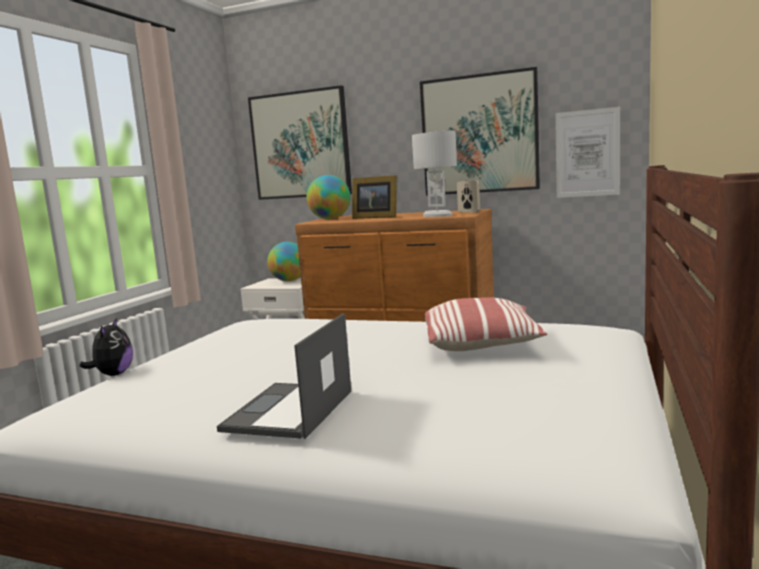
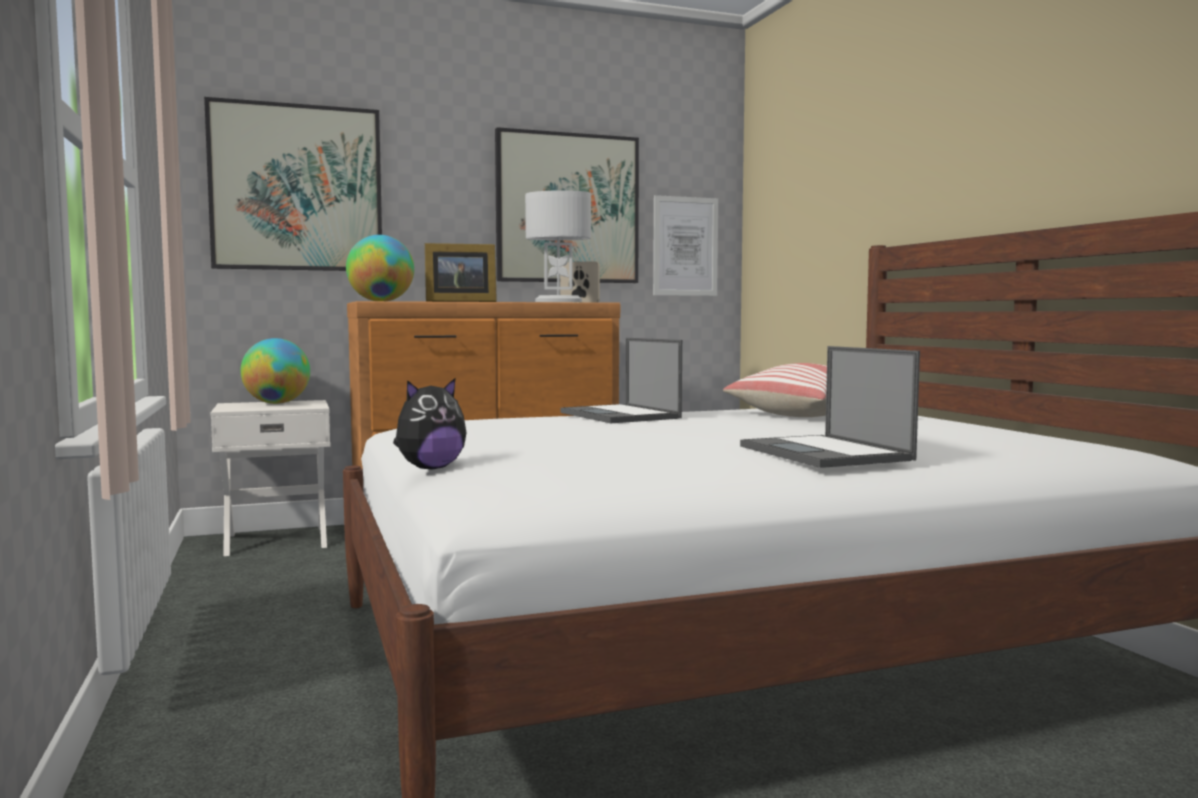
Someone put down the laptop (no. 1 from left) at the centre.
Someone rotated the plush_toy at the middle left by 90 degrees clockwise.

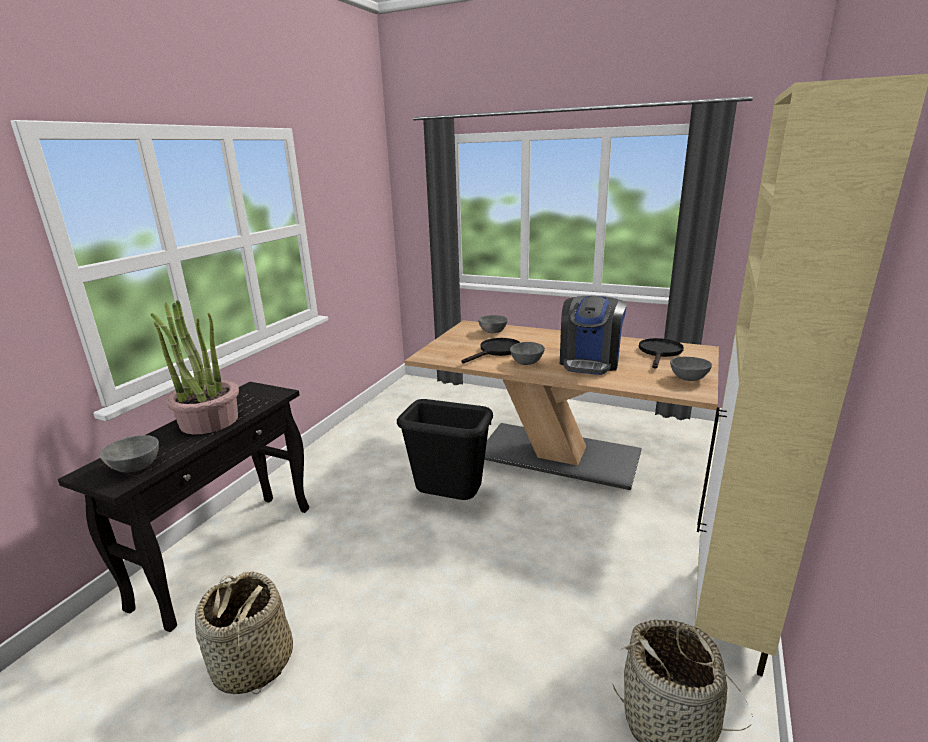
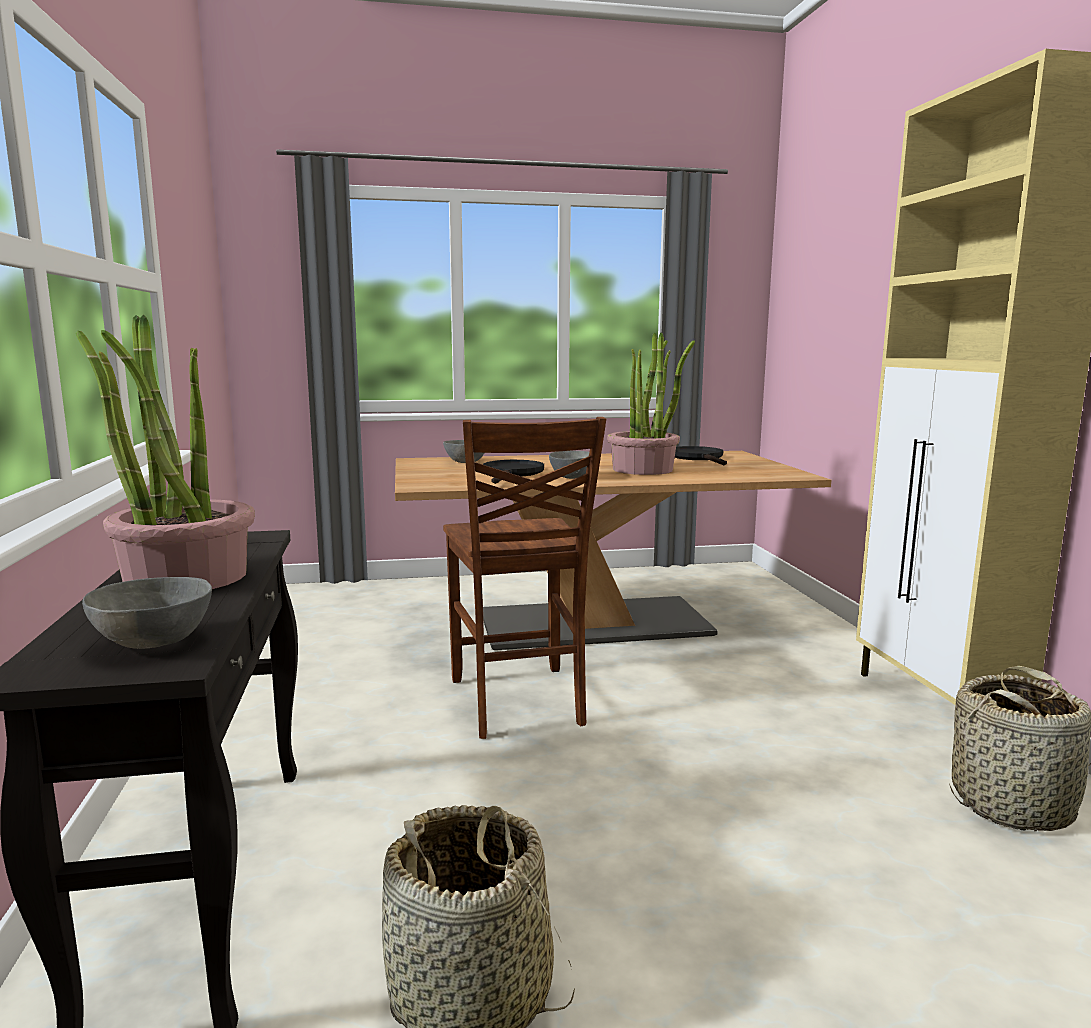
Someone took away the grey_bowl (no. 4 from left) at the middle right.
Someone swapped the black_trash_can at the centre for the brown_chair at the centre.
Someone swapped the coffee_machine at the centre for the potted_plant (no. 2 from left) at the centre.

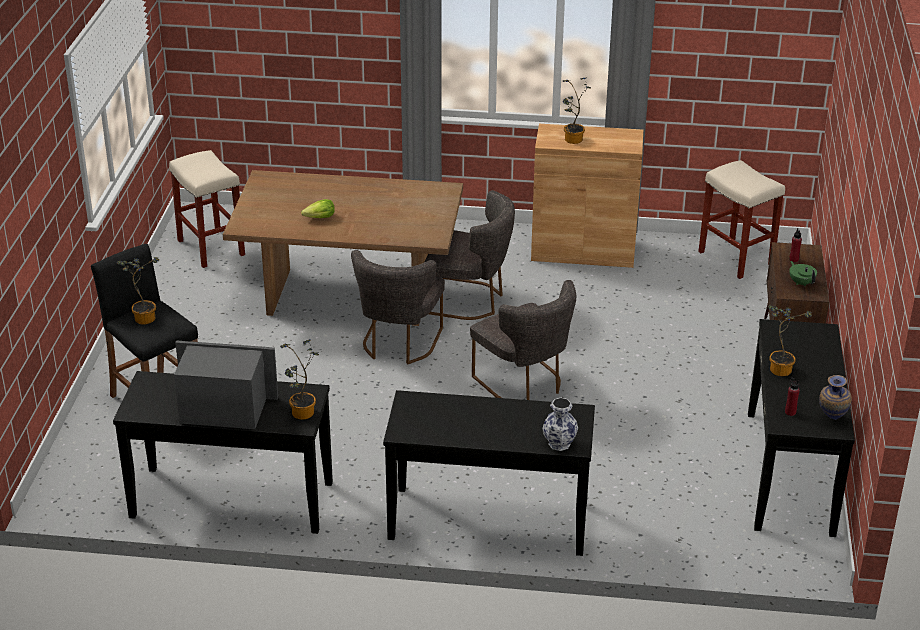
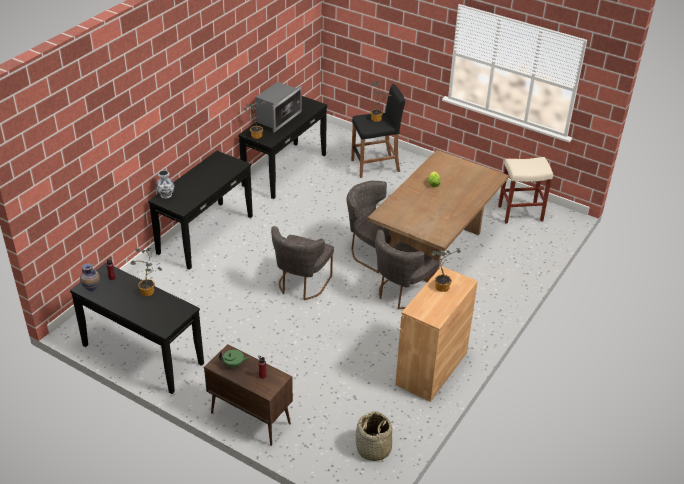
Someone swapped the beige_stool (no. 2 from left) at the middle right for the basket at the bottom centre.
Someone rotated the grey_chair (no. 3 from left in the first image) at the centre by 60 degrees counterclockwise.

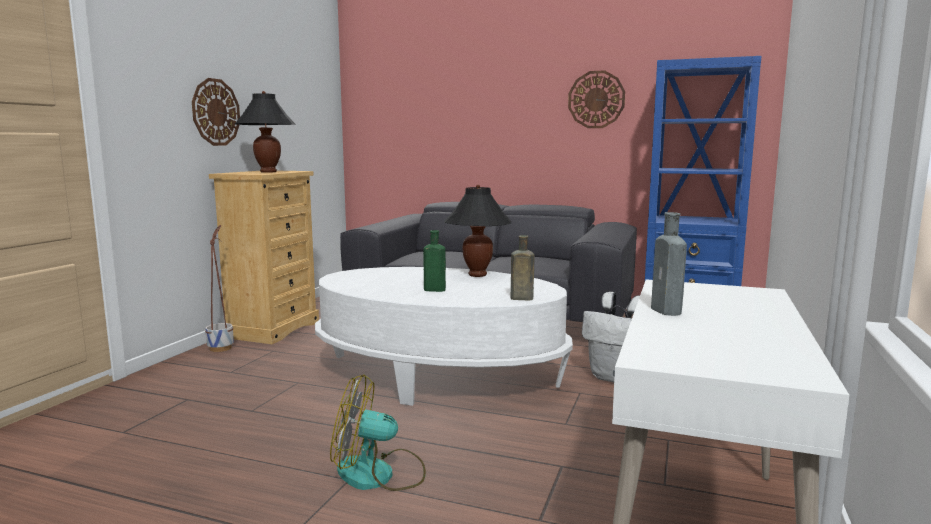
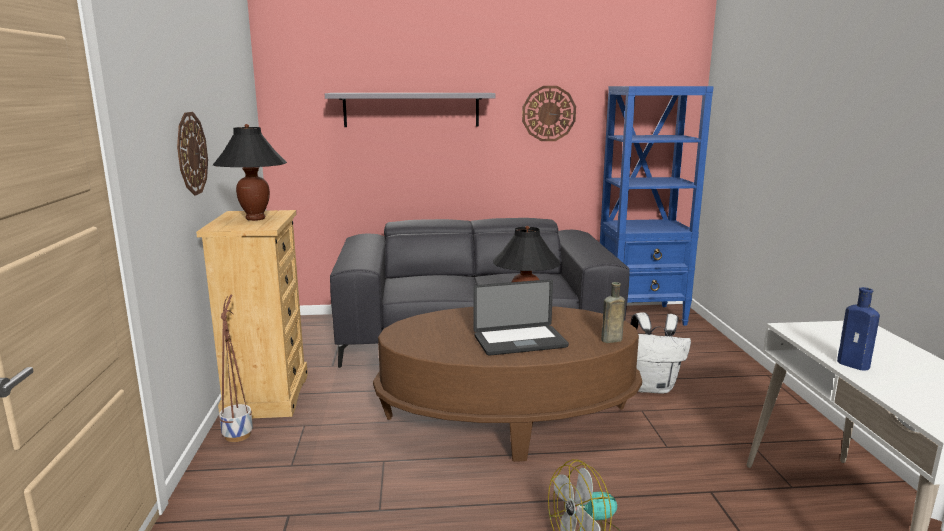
Someone put up the grey_shelf at the top centre.
Someone swapped the green_bottle at the centre for the laptop at the centre.
Someone repainted the white_coffee_table at the centre, which became the brown_coffee_table at the bottom centre.
Someone repainted the grey_bottle at the middle right, which became the blue_bottle at the middle right.

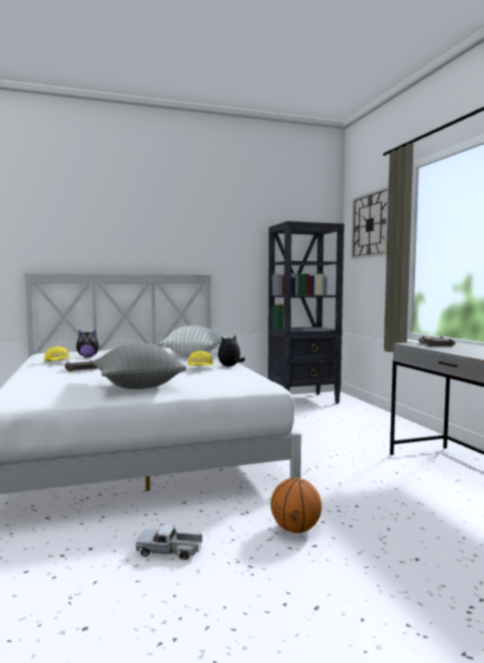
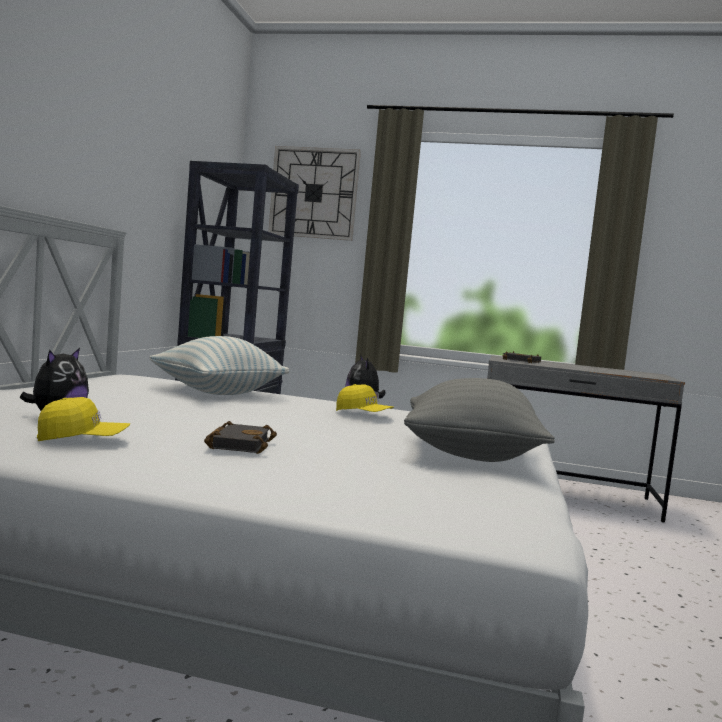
Someone took away the toy_truck at the bottom centre.
Someone took away the basketball at the bottom centre.

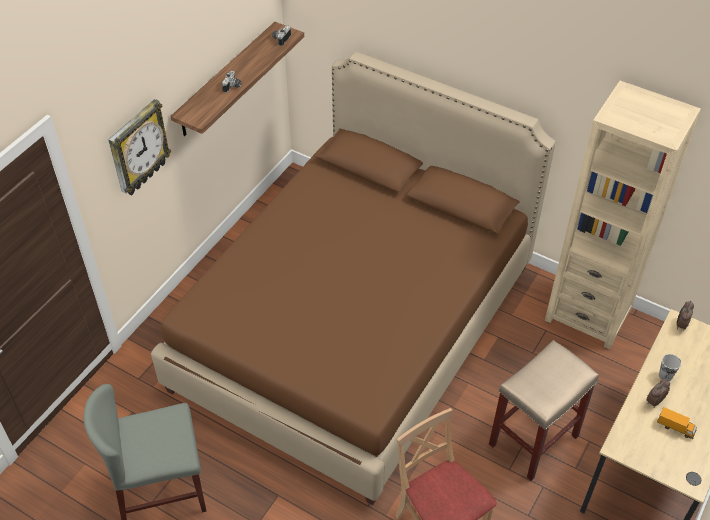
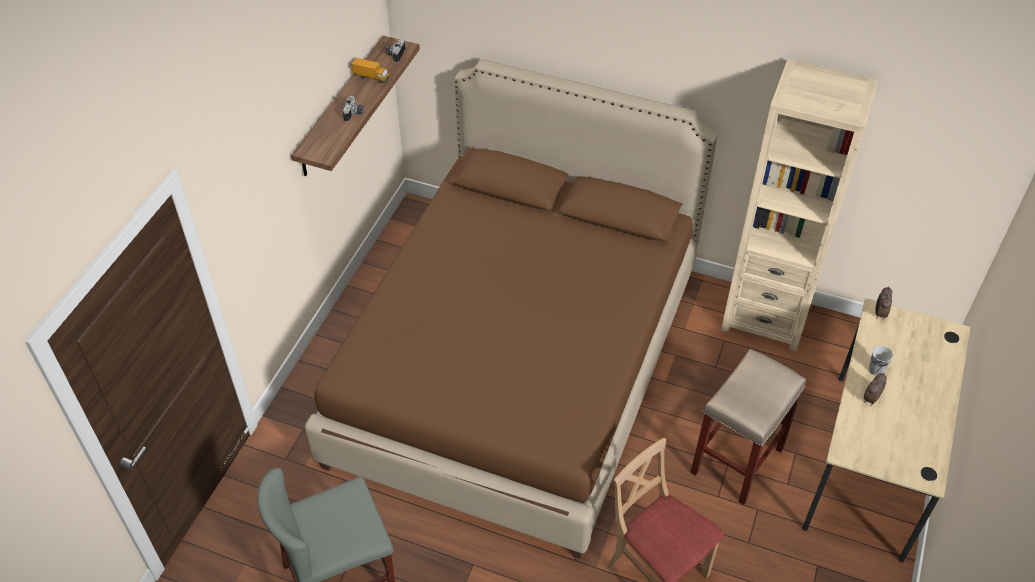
Someone took away the wall_clock at the top left.
Someone carried the toy_truck from the bottom right to the top centre.

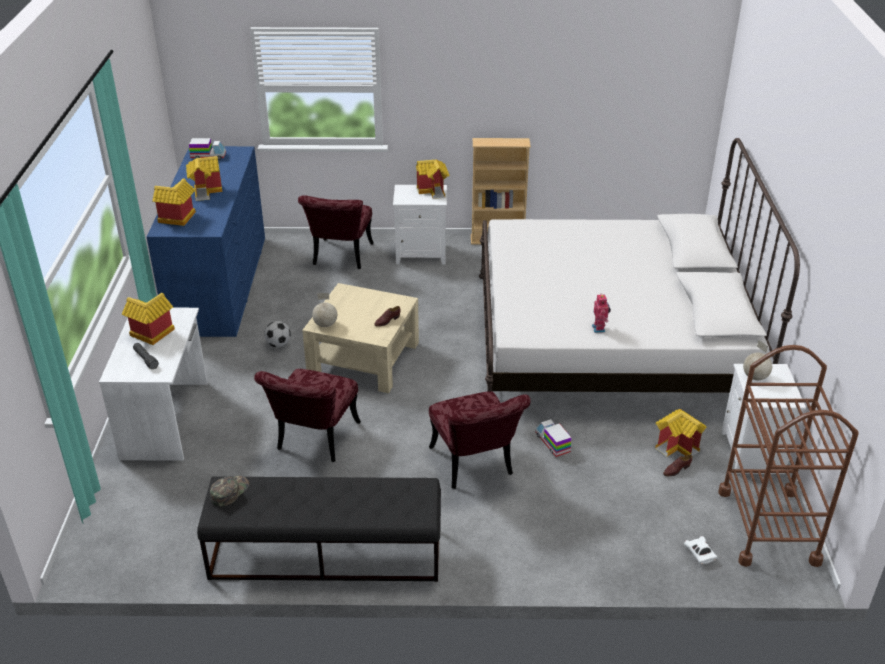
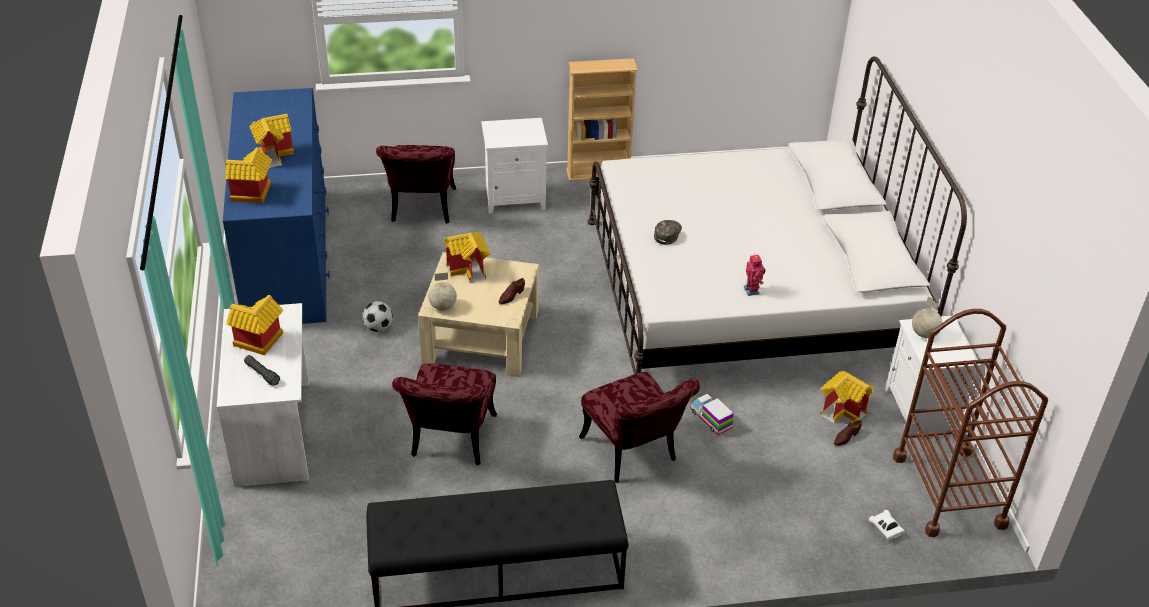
Someone took away the toy_truck (no. 1 from left) at the top left.
Someone carried the green_cap from the bottom left to the centre.
Someone carried the toy_house (no. 4 from left) from the top centre to the centre.

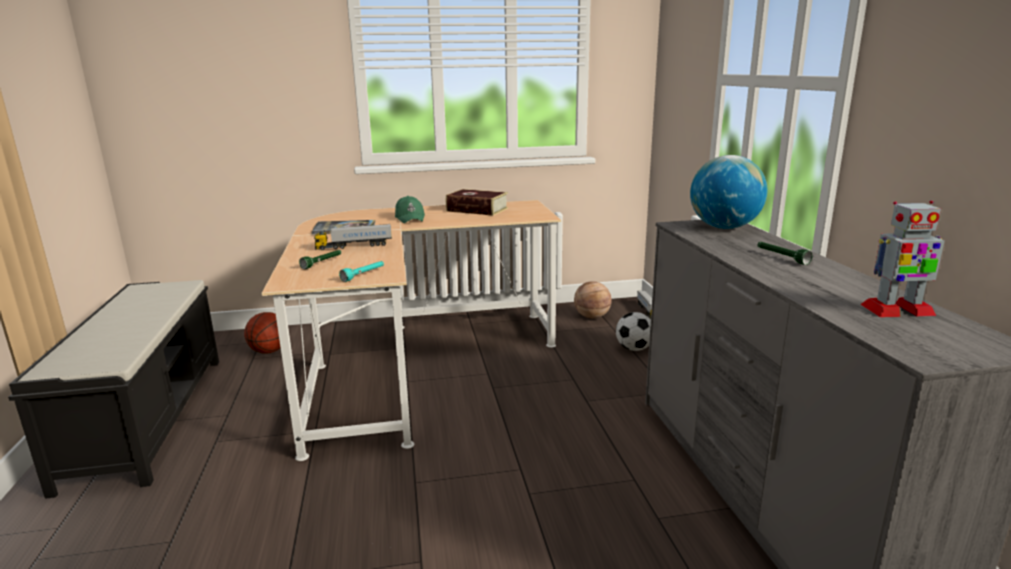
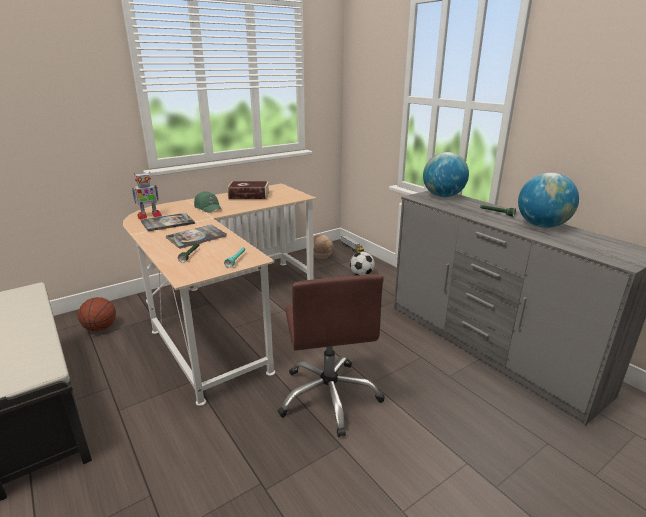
Someone put down the brown_office_chair at the bottom centre.
Someone put down the globe (no. 2 from left) at the middle right.
Someone carried the toy_robot from the middle right to the middle left.
Someone swapped the toy_truck (no. 1 from left) at the centre for the book (no. 2 from left) at the middle left.

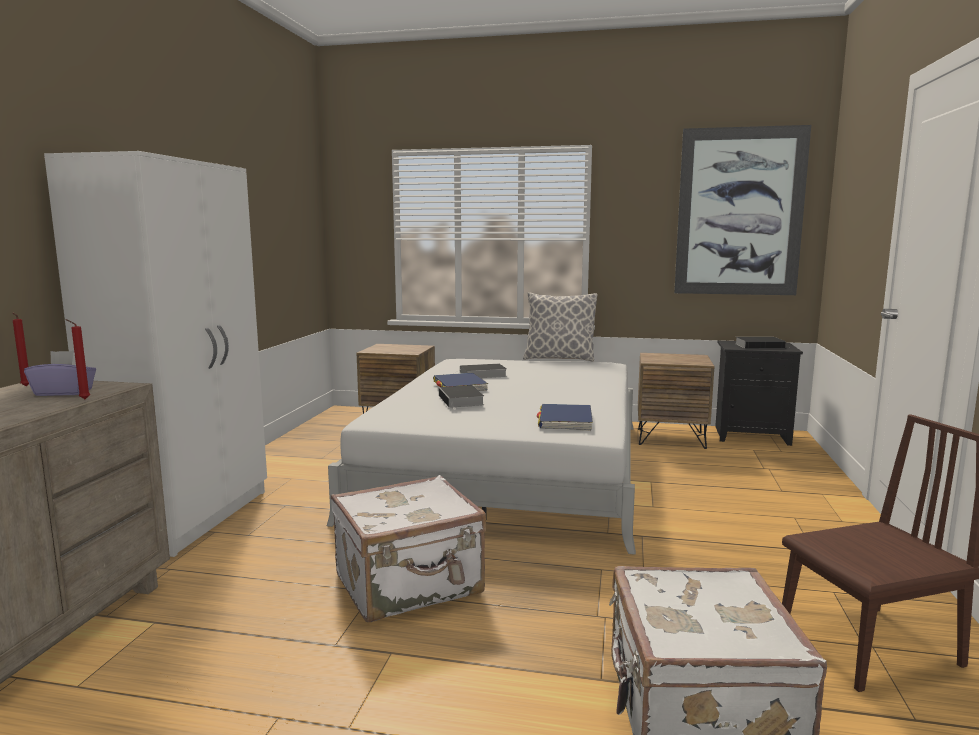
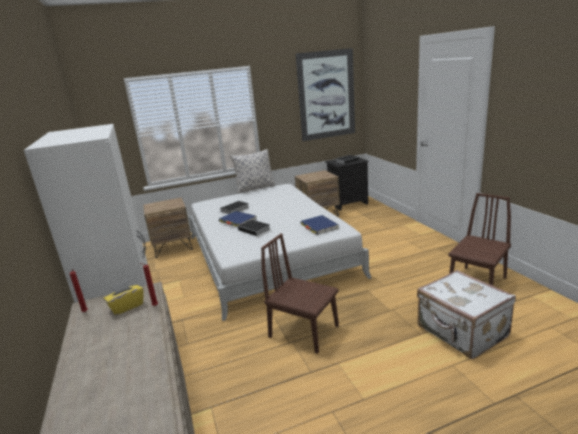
Someone swapped the white_suitcase (no. 1 from left) at the bottom centre for the brown_chair (no. 1 from left) at the bottom centre.
Someone repainted the purple_tissue_box at the middle left, which became the yellow_tissue_box at the bottom left.

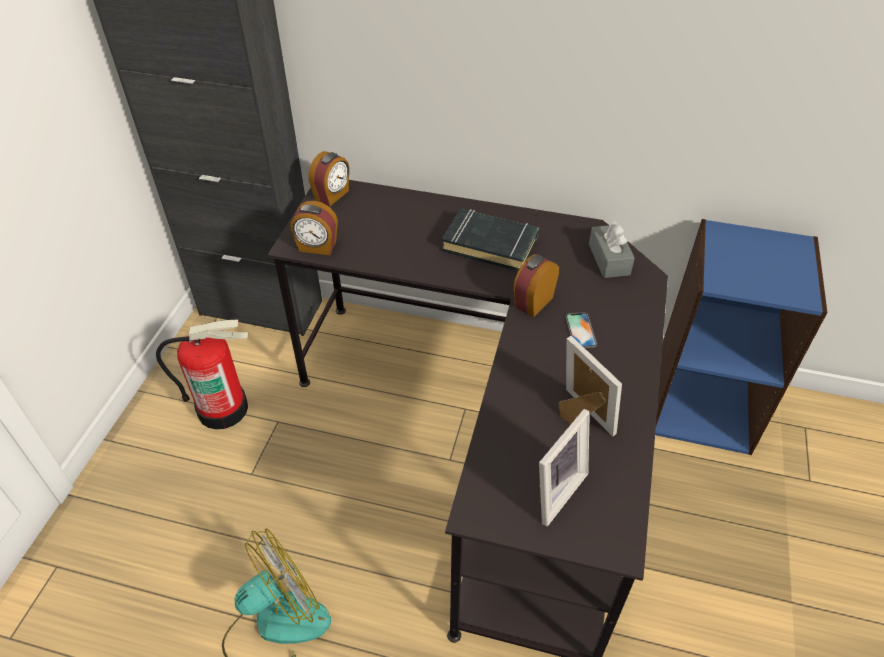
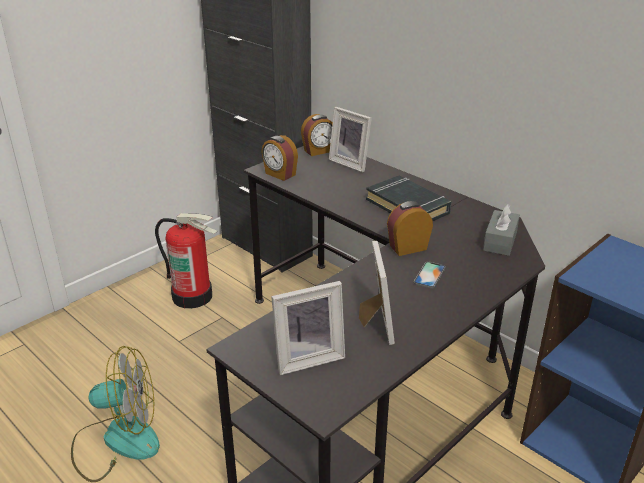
Someone put down the picture_frame (no. 2 from left) at the top centre.

